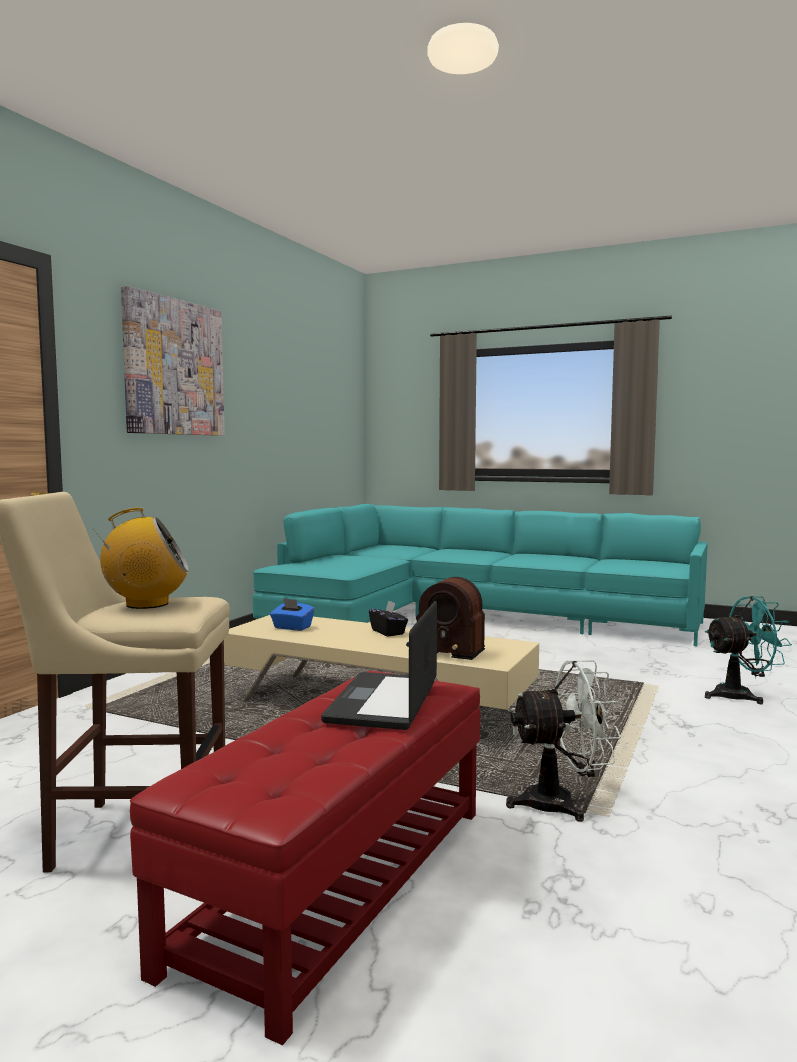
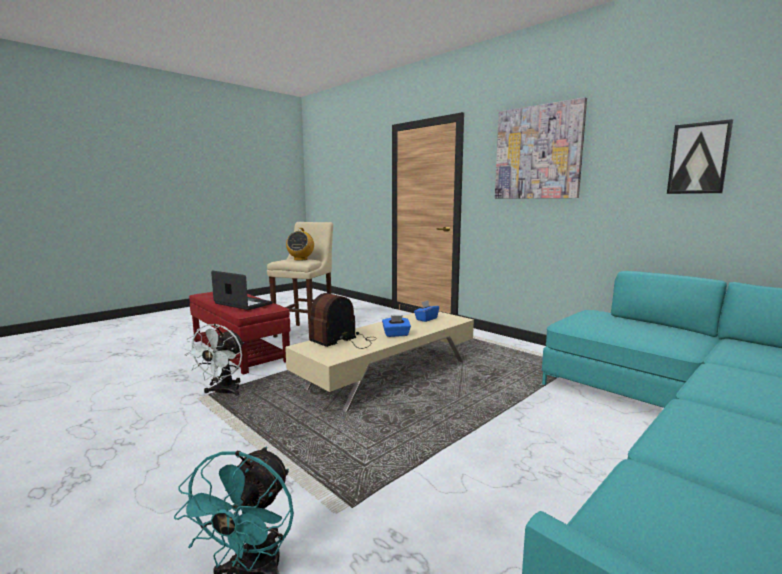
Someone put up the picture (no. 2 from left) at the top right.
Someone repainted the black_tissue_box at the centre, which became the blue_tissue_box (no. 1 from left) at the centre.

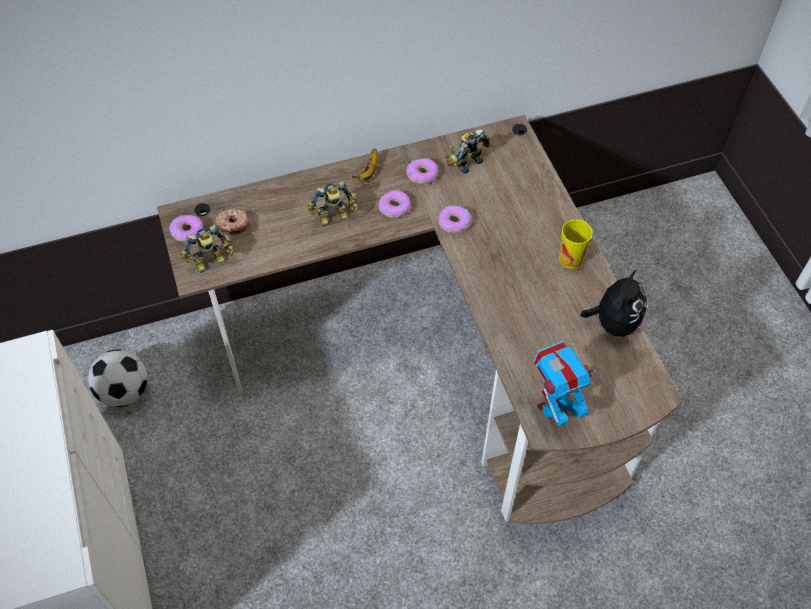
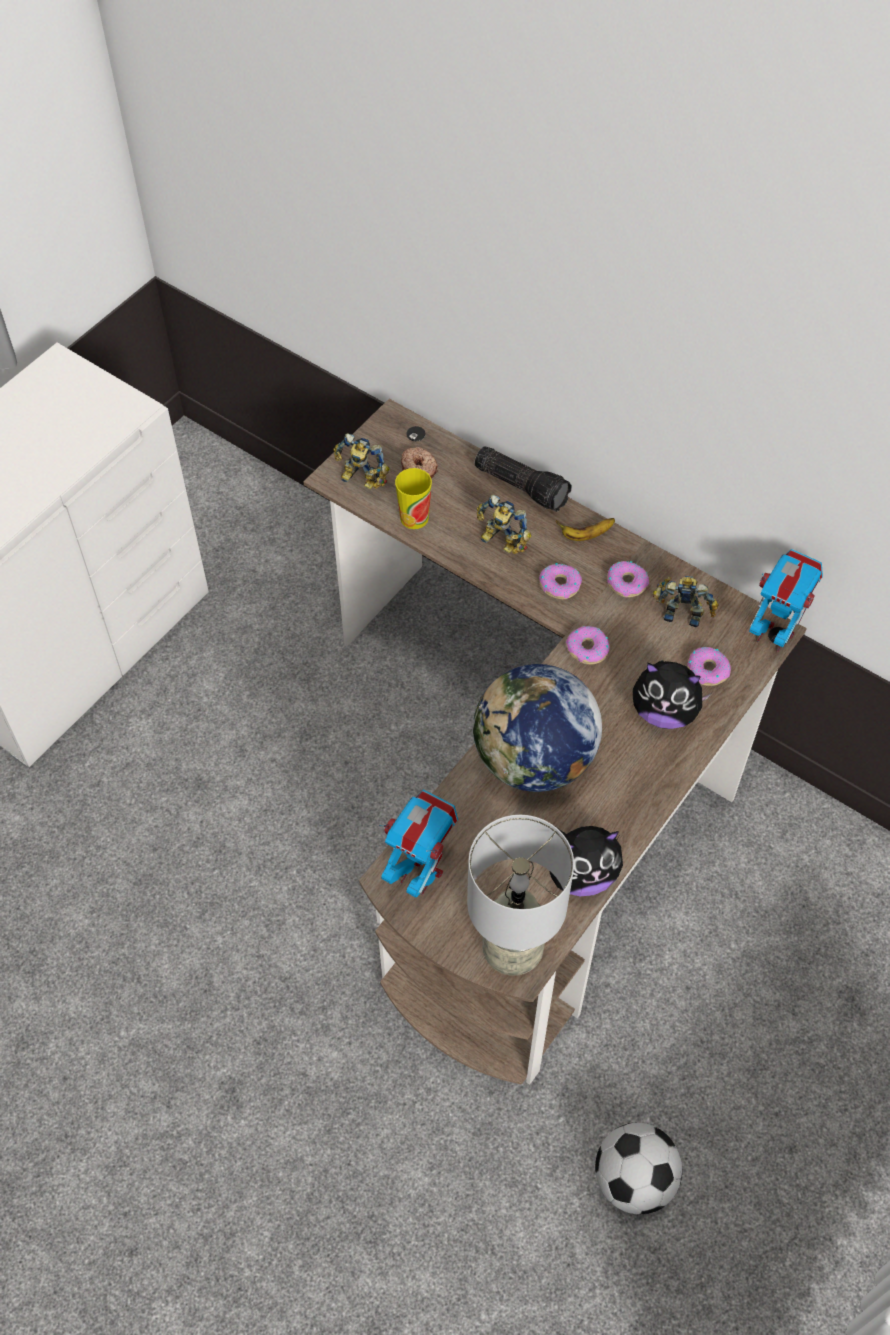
Someone put down the grey_table_lamp at the bottom centre.
Someone put down the globe at the centre.
Someone put down the flashlight at the centre.
Someone put down the plush_toy (no. 2 from left) at the middle right.
Someone put down the toy_robot (no. 5 from left) at the middle right.
Someone carried the football from the middle left to the bottom right.
Someone carried the donut (no. 1 from left in the first image) from the middle left to the middle right.
Someone carried the cup from the middle right to the centre.

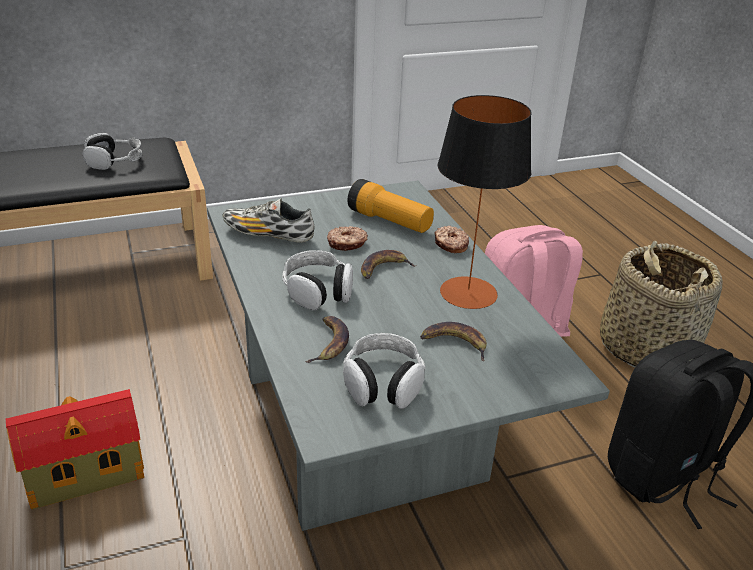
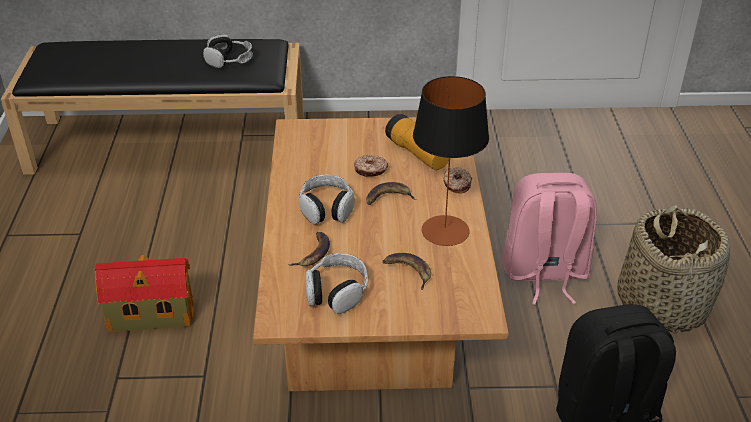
Someone took away the shoe at the centre.
Someone repainted the grey_coffee_table at the centre, which became the brown_coffee_table at the centre.

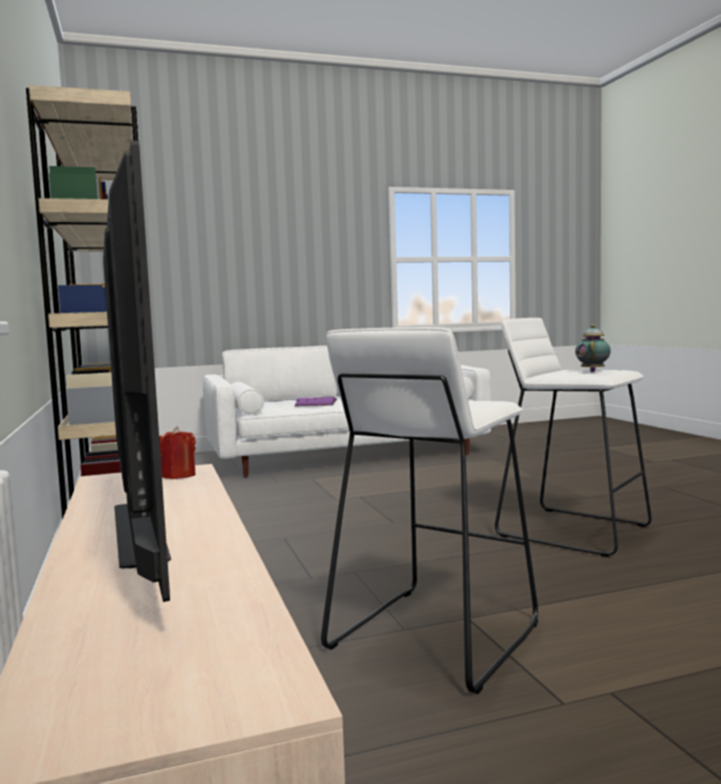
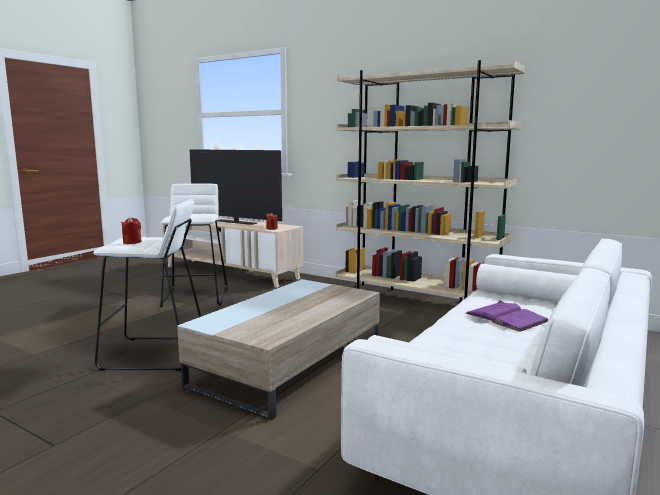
Someone put down the beige_coffee_table at the bottom centre.
Someone swapped the teapot at the middle right for the red_candle (no. 1 from left) at the middle left.

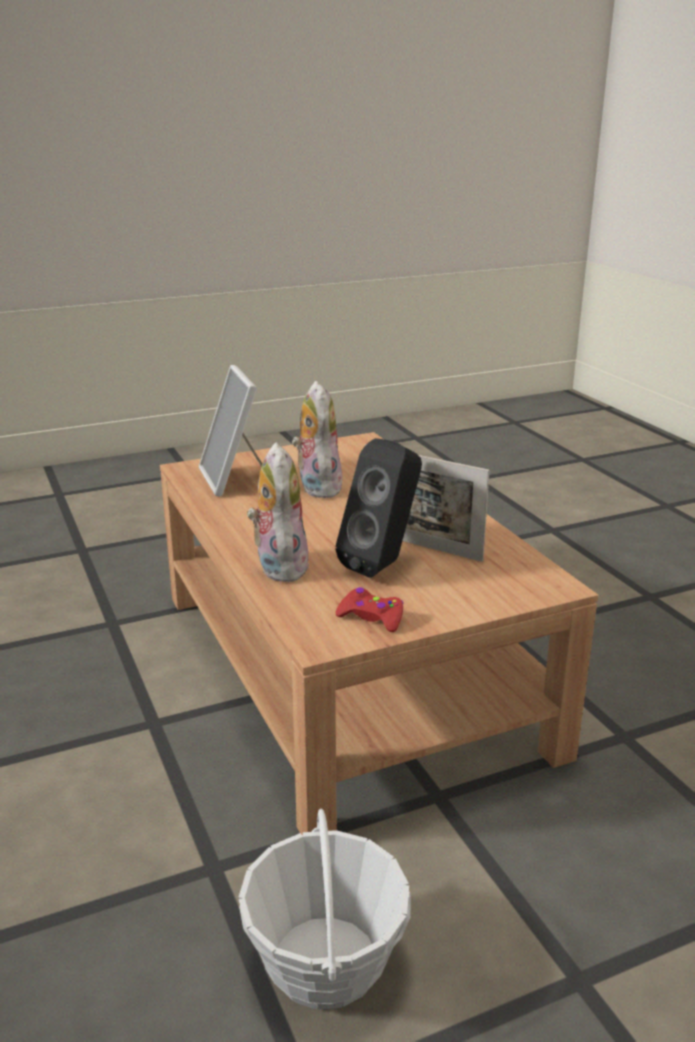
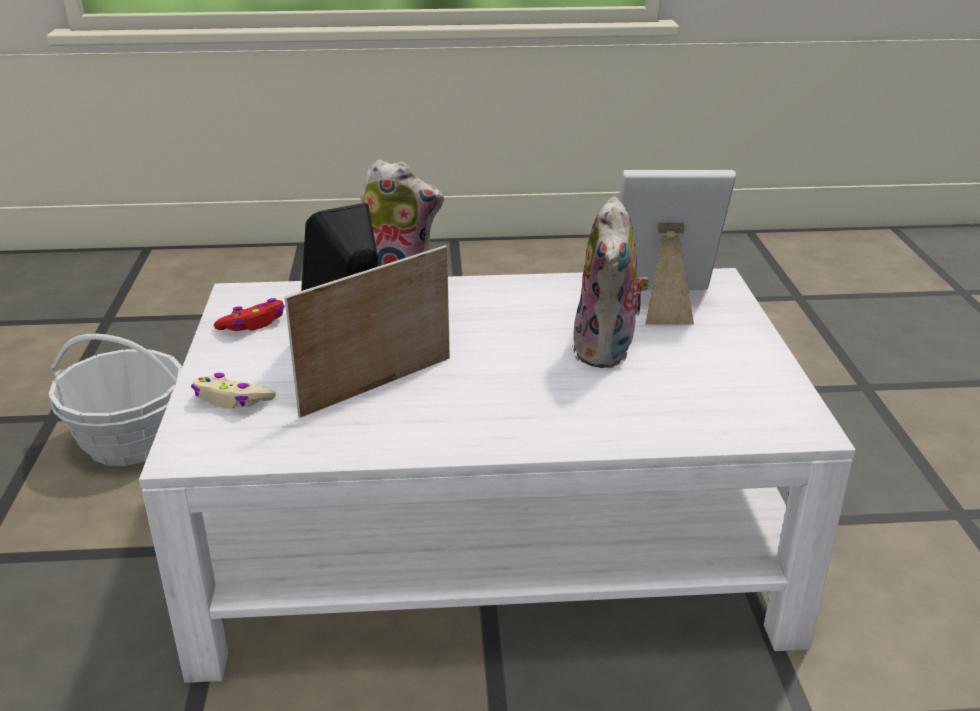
Someone put down the beige_game_controller at the middle left.
Someone repainted the brown_coffee_table at the centre, which became the white_coffee_table at the bottom centre.
Someone rotated the plush_toy (no. 2 from left) at the centre by 90 degrees clockwise.

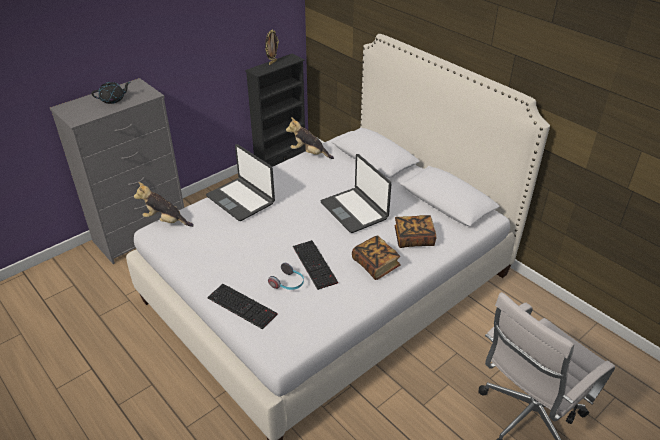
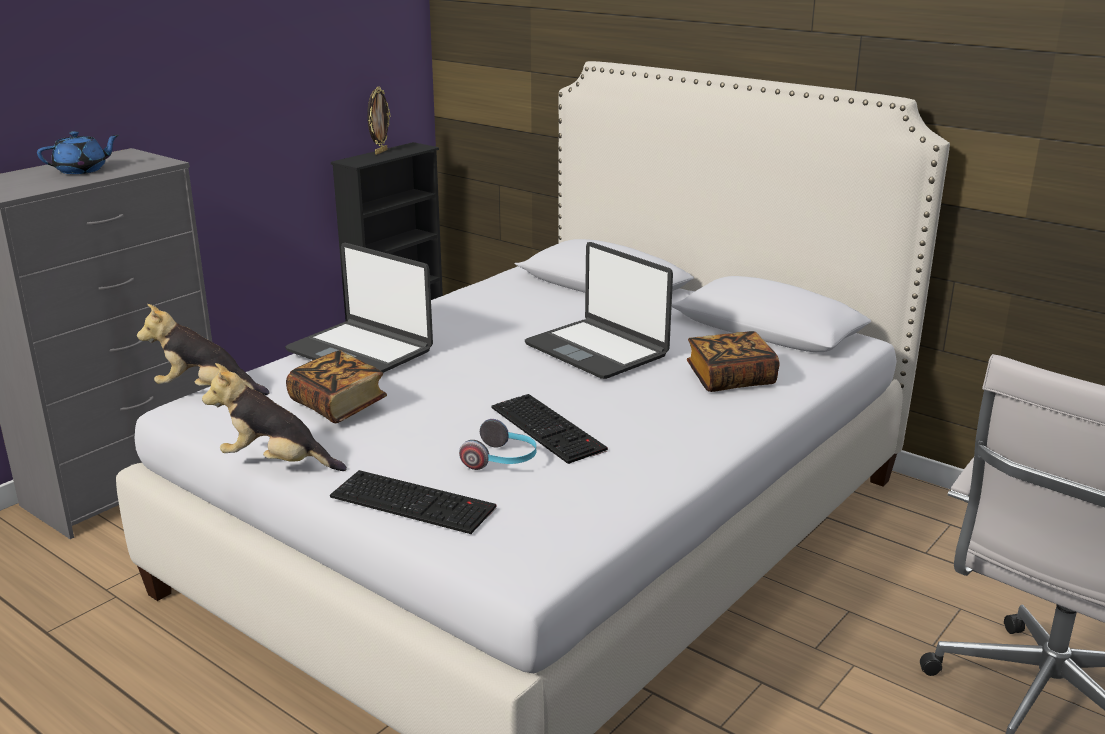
Someone carried the plush_toy (no. 2 from left) from the top centre to the middle left.
Someone carried the book (no. 1 from left) from the centre to the middle left.
Someone repainted the black_teapot at the top left, which became the blue_teapot at the top left.

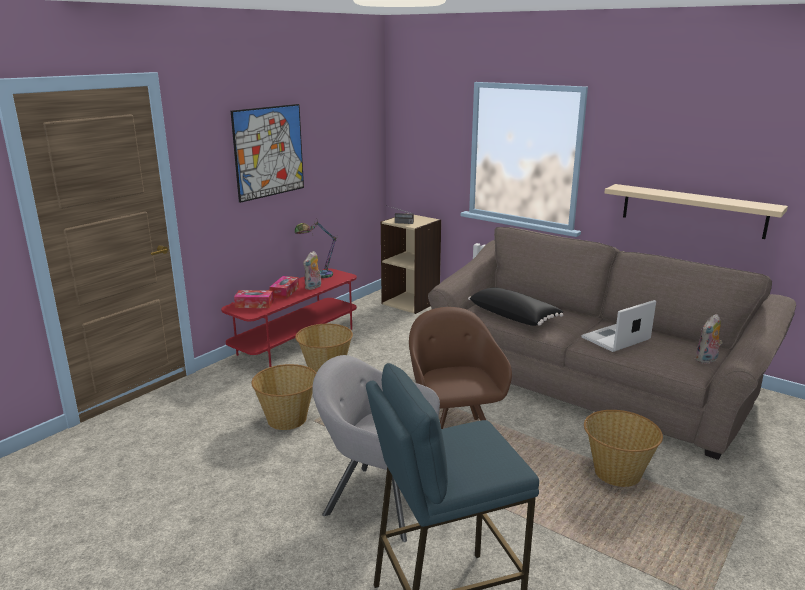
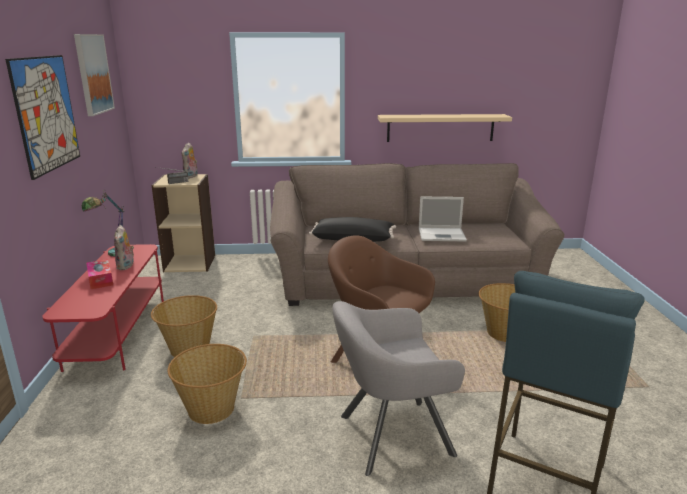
Someone took away the tissue_box (no. 1 from left) at the middle left.
Someone put up the picture (no. 2 from left) at the top left.
Someone carried the plush_toy (no. 2 from left) from the middle right to the top left.
Someone rotated the laptop at the middle right by 105 degrees counterclockwise.

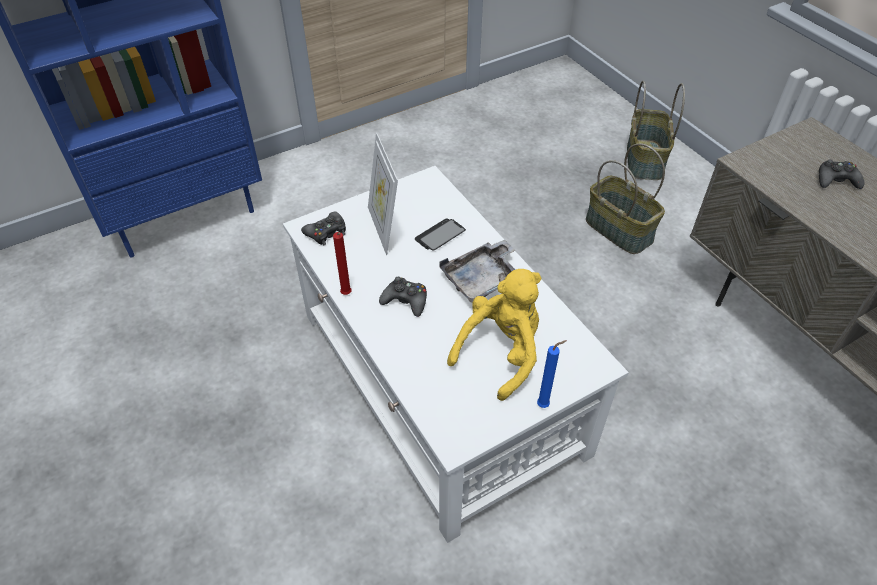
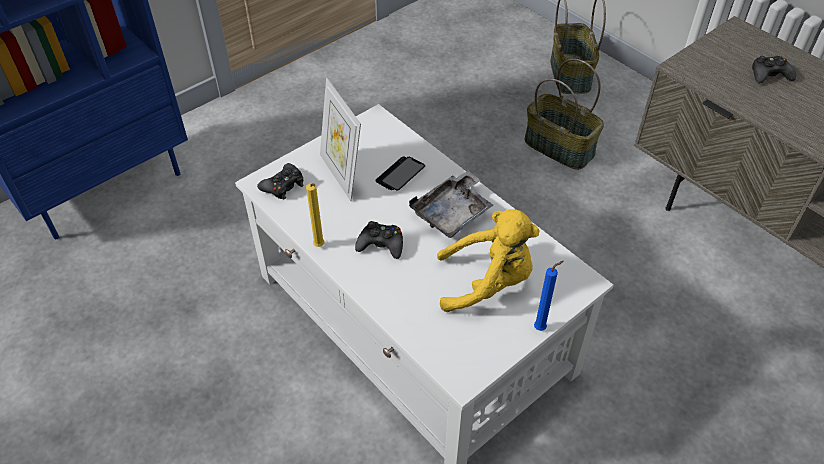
Someone repainted the red_candle at the centre, which became the yellow_candle at the centre.
Someone rotated the yellow_plush_toy at the centre by 60 degrees clockwise.

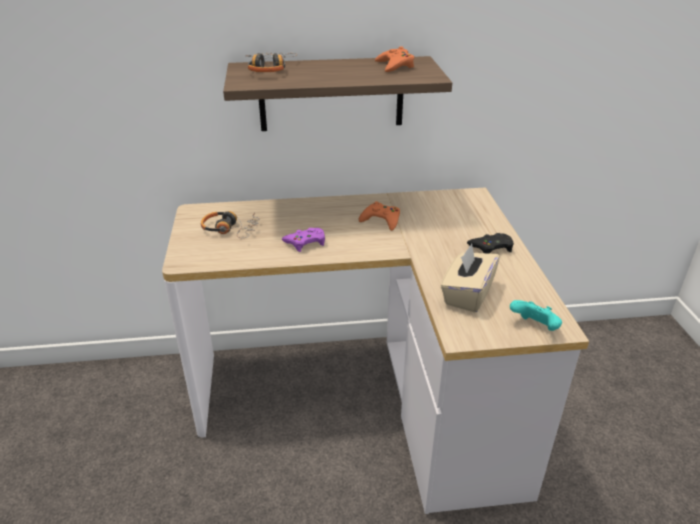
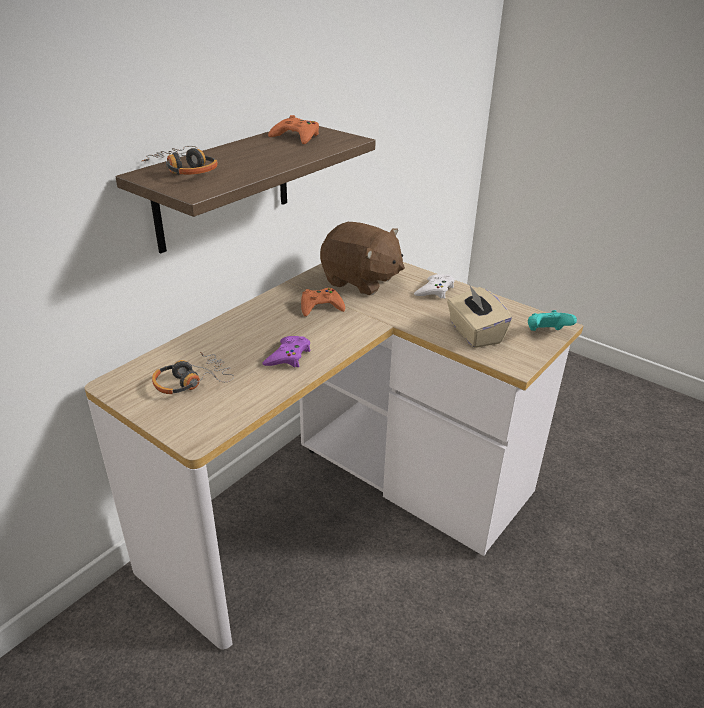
Someone put down the brown_plush_toy at the centre.
Someone repainted the black_game_controller at the middle right, which became the white_game_controller at the centre.

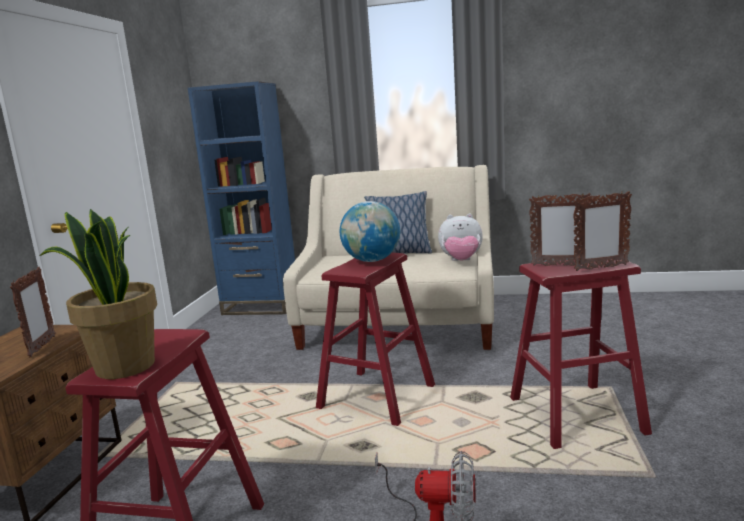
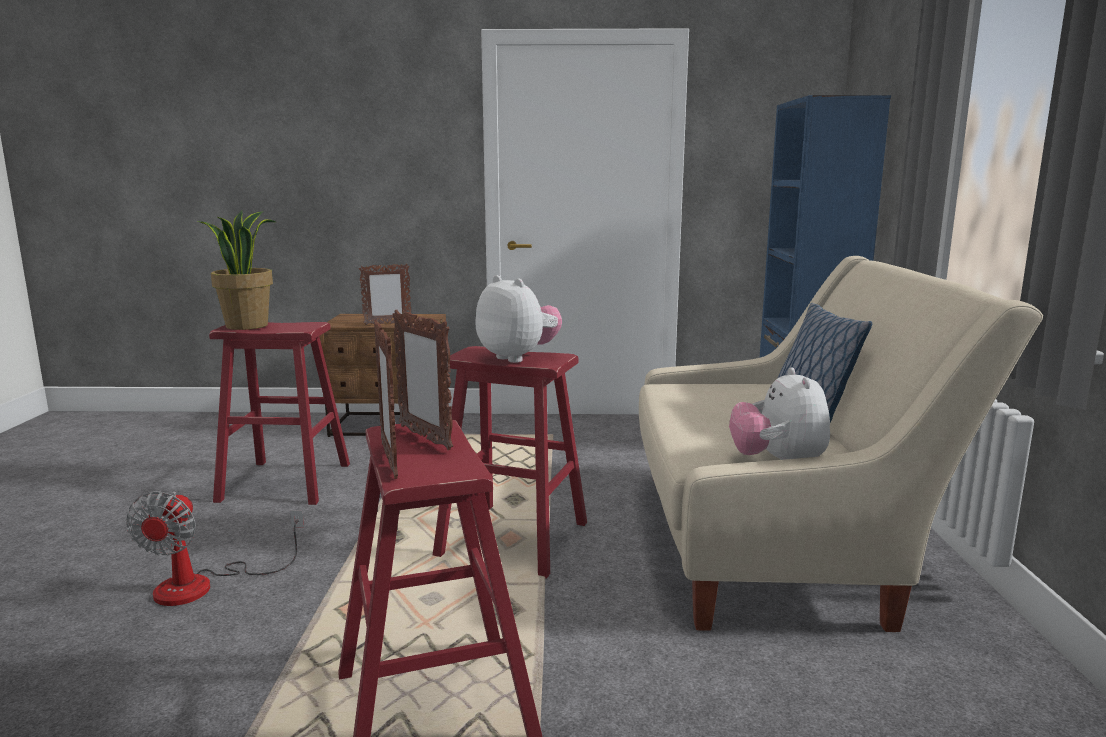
Someone swapped the globe at the centre for the plush_toy (no. 1 from left) at the centre.
Someone rotated the picture_frame (no. 2 from left in the first image) at the middle right by 45 degrees counterclockwise.

